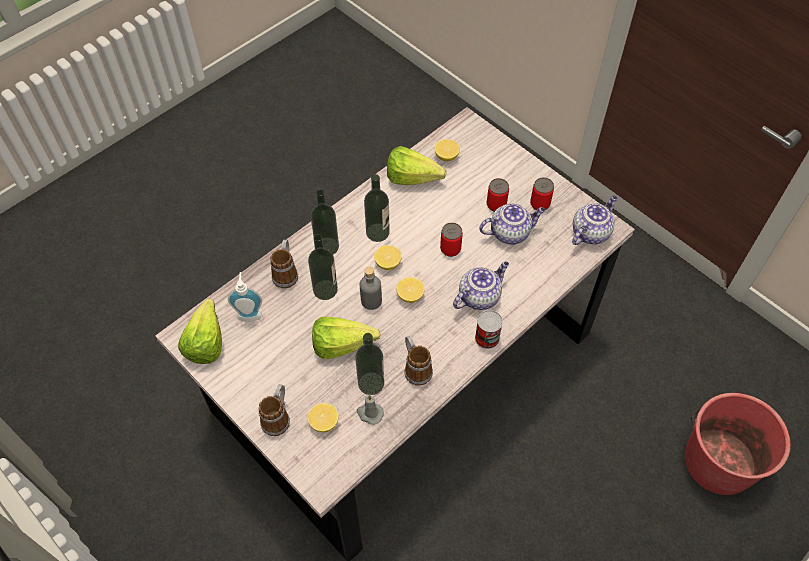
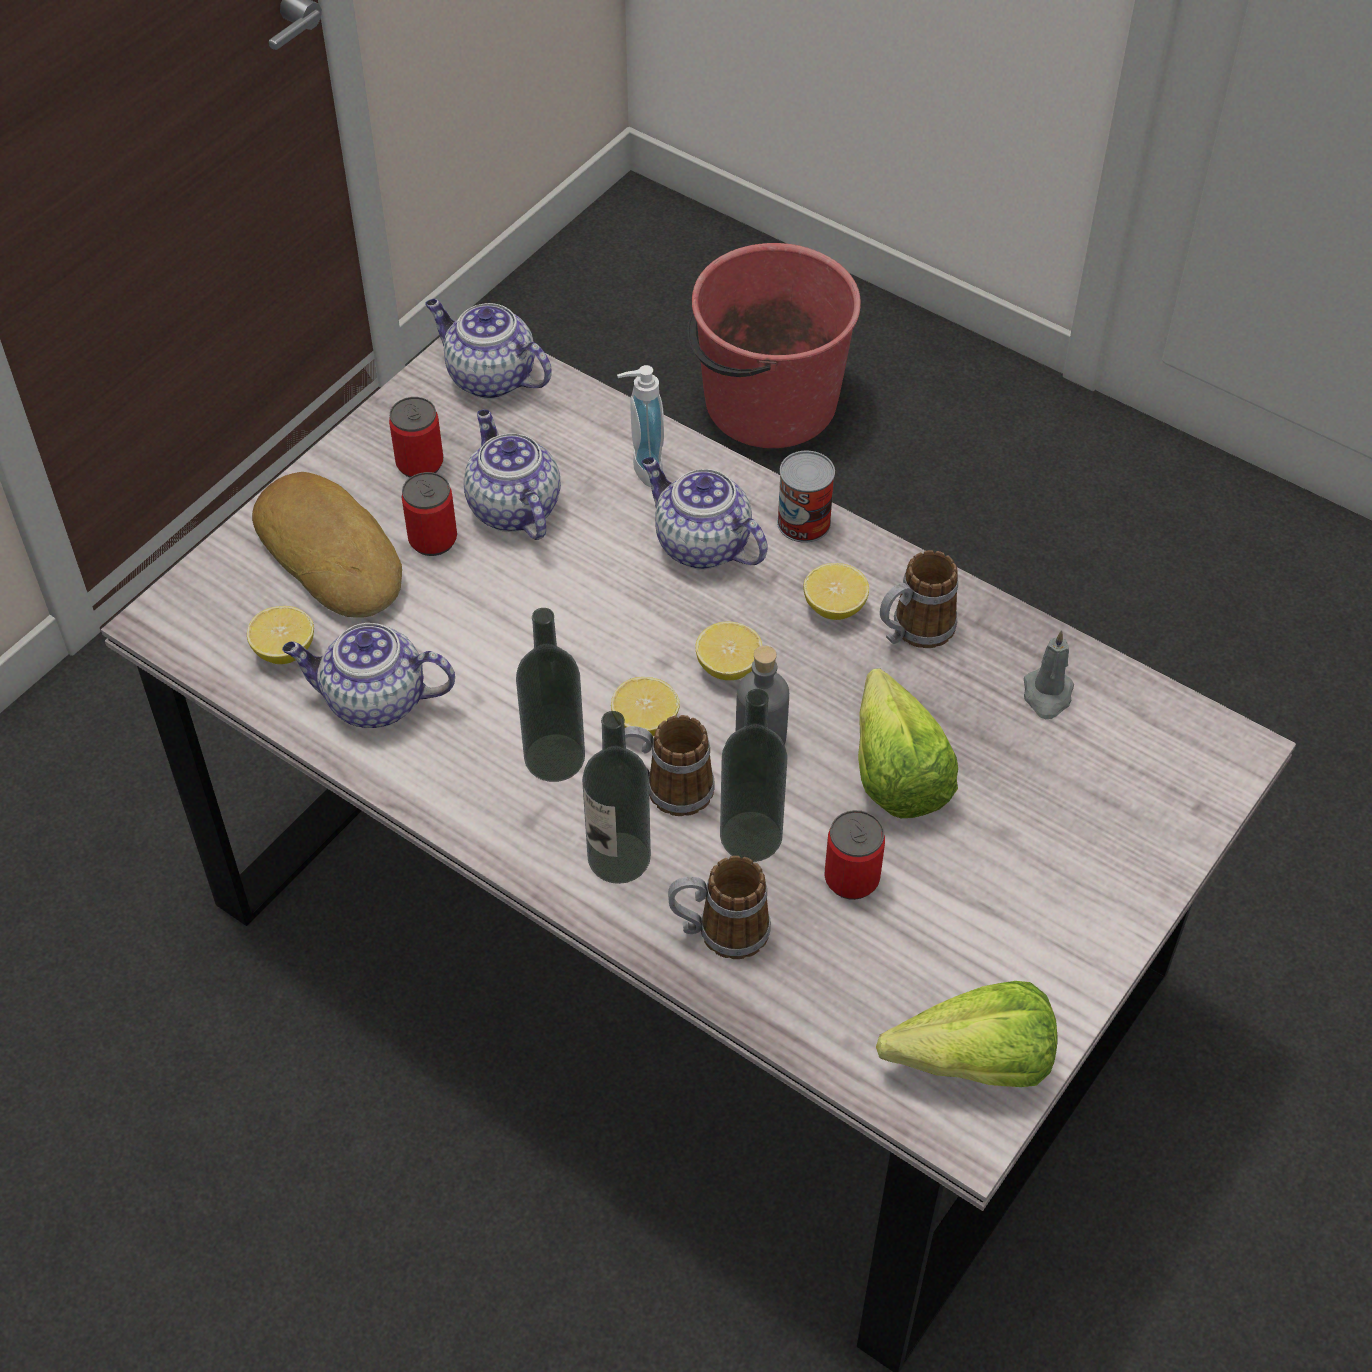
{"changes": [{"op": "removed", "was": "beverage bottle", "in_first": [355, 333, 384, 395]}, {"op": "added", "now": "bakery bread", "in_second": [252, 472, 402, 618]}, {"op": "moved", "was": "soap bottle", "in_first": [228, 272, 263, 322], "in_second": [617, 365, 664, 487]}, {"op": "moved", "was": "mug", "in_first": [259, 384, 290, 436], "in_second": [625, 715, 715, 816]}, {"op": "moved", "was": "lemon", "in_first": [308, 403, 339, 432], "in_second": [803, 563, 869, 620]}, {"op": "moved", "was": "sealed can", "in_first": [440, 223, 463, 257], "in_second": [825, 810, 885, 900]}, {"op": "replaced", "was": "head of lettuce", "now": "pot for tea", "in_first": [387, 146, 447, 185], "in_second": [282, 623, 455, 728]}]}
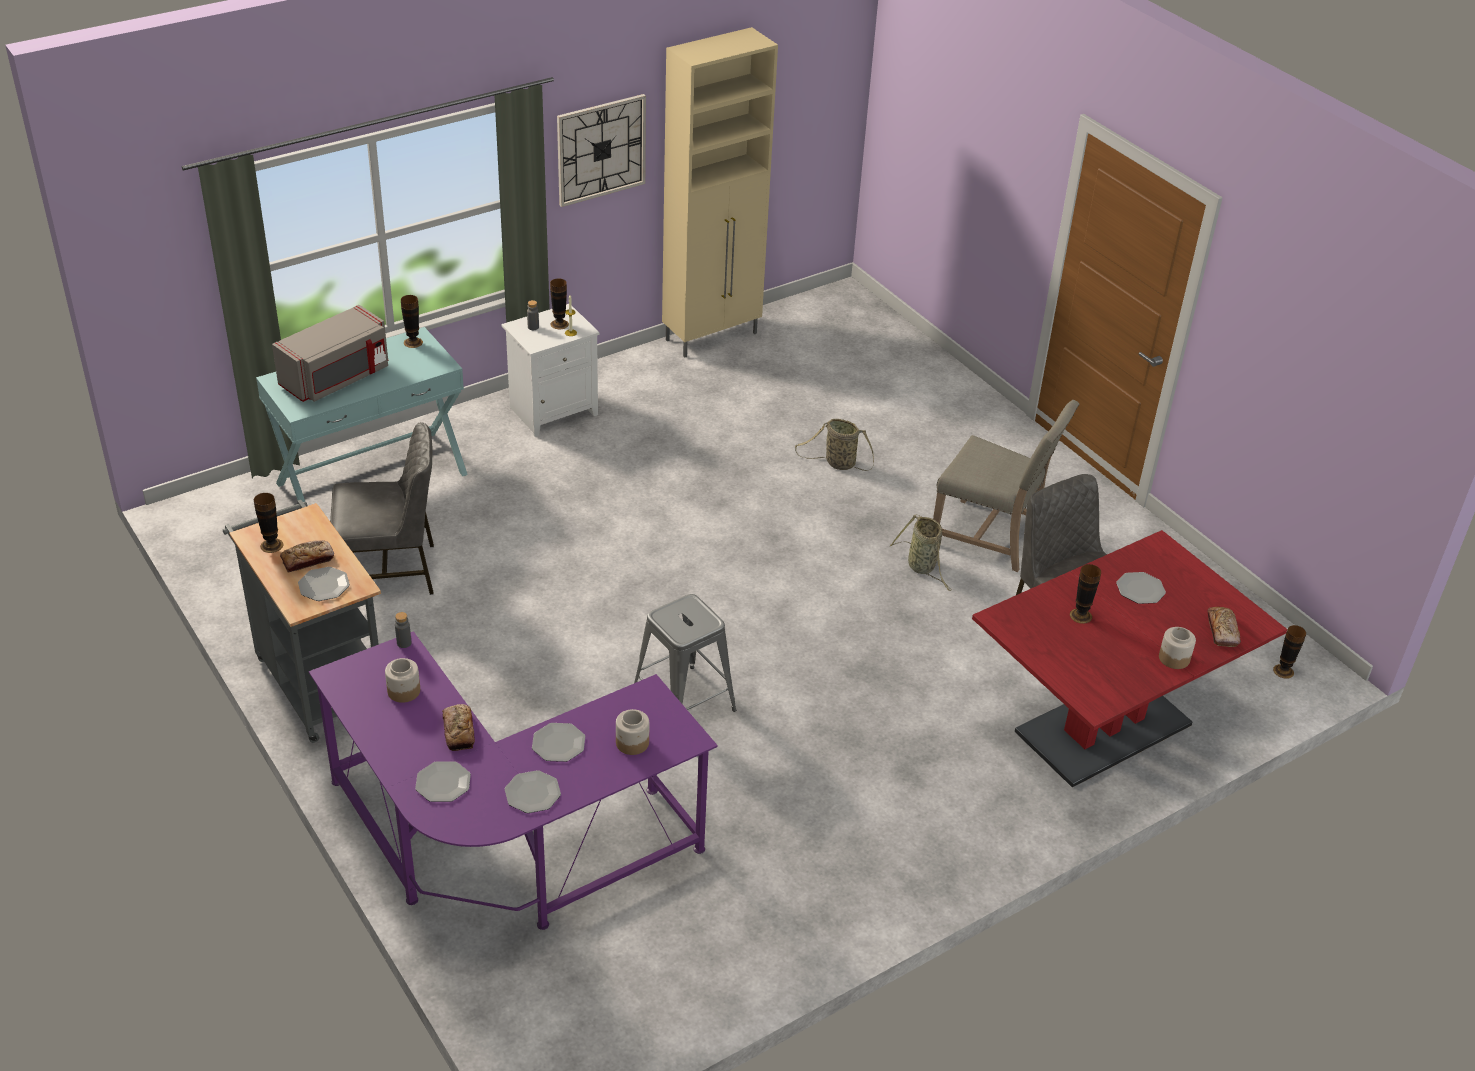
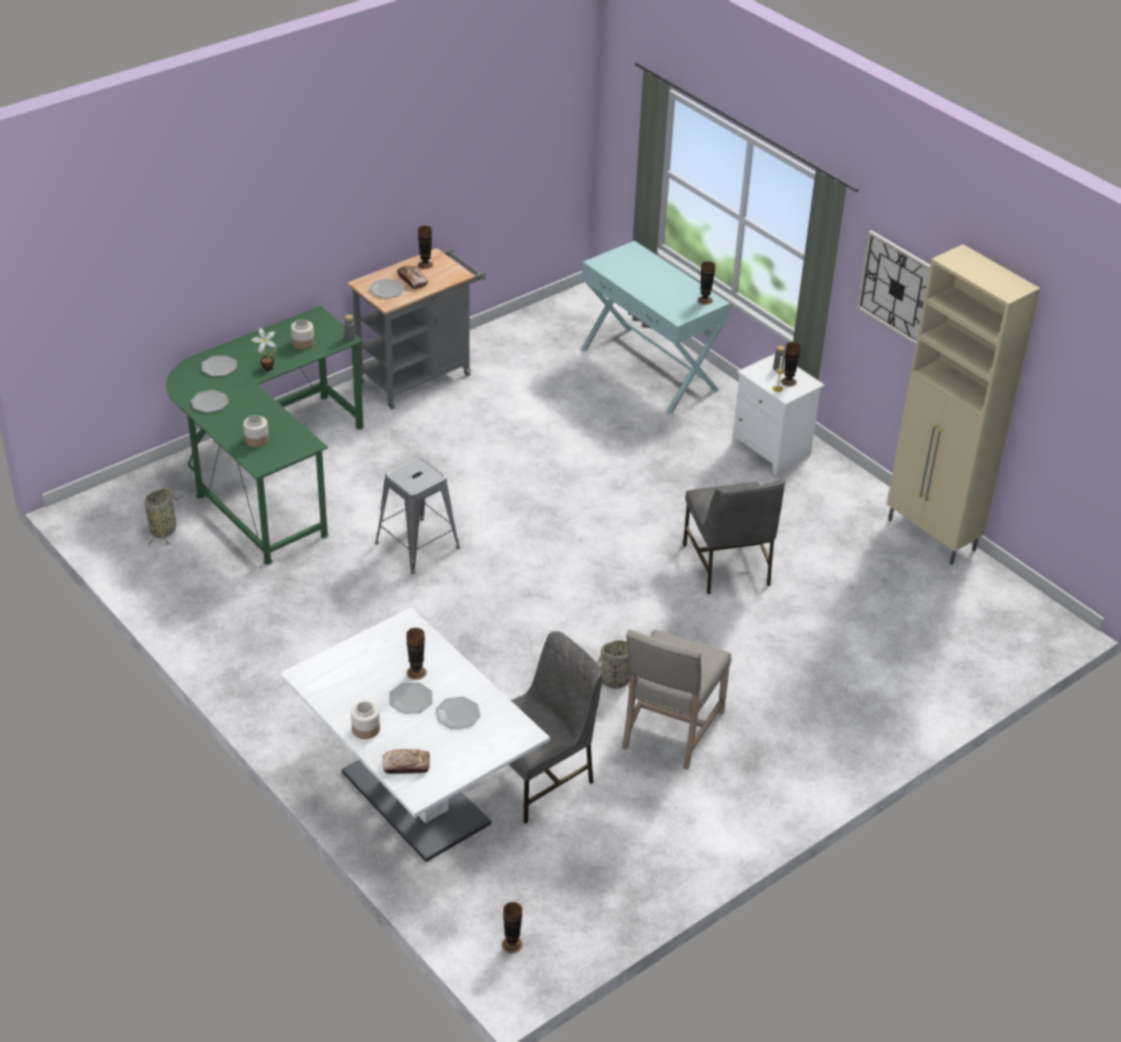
{"changes": [{"op": "removed", "was": "gray kitchen microwave", "in_first": [272, 305, 388, 402]}, {"op": "moved", "was": "gray chair", "in_first": [330, 422, 434, 595], "in_second": [683, 479, 785, 594]}, {"op": "moved", "was": "dinner plate", "in_first": [532, 723, 585, 762], "in_second": [389, 682, 433, 714]}, {"op": "moved", "was": "household basket", "in_first": [795, 419, 874, 471], "in_second": [145, 488, 180, 548]}, {"op": "replaced", "was": "bakery bread", "now": "plant in a pot", "in_first": [442, 704, 475, 751], "in_second": [251, 328, 276, 371]}, {"op": "recoloured", "was": "purplish desk", "now": "green desk", "in_first": [309, 631, 718, 930], "in_second": [166, 306, 364, 565]}, {"op": "recoloured", "was": "red-coloured kitchen table", "now": "white-coloured kitchen table", "in_first": [972, 530, 1287, 787], "in_second": [280, 607, 550, 862]}]}
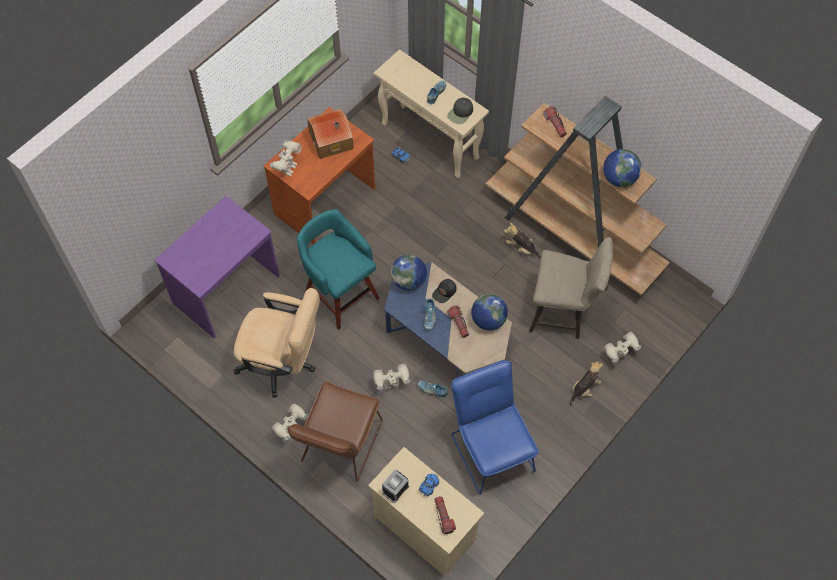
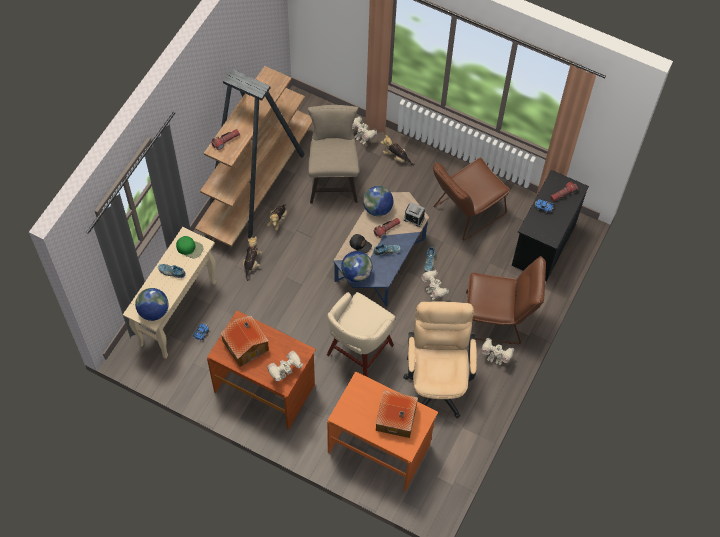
{"changes": [{"op": "added", "now": "soft toy", "in_second": [243, 236, 262, 281]}, {"op": "added", "now": "miniature house", "in_second": [376, 390, 418, 438]}, {"op": "moved", "was": "table clock", "in_first": [382, 470, 409, 503], "in_second": [403, 202, 425, 227]}, {"op": "moved", "was": "globe", "in_first": [603, 149, 642, 187], "in_second": [135, 288, 168, 321]}, {"op": "recoloured", "was": "purplish desk", "now": "orange-coloured desk", "in_first": [154, 196, 280, 339], "in_second": [327, 371, 438, 492]}, {"op": "recoloured", "was": "blue-green stool seat", "now": "sand-coloured stool seat", "in_first": [297, 209, 380, 330], "in_second": [327, 292, 395, 377]}, {"op": "recoloured", "was": "sand-coloured dresser", "now": "black-coloured dresser", "in_first": [368, 447, 484, 576], "in_second": [512, 170, 589, 281]}, {"op": "recoloured", "was": "black-coloured peaked cap", "now": "green peaked cap", "in_first": [447, 98, 473, 124], "in_second": [176, 236, 203, 258]}, {"op": "recoloured", "was": "bluish chair", "now": "brownish chair", "in_first": [451, 360, 539, 495], "in_second": [433, 158, 510, 241]}, {"op": "turned", "was": "robot figure", "in_first": [270, 141, 302, 176], "in_second": [267, 351, 303, 381], "clockwise": -45}]}
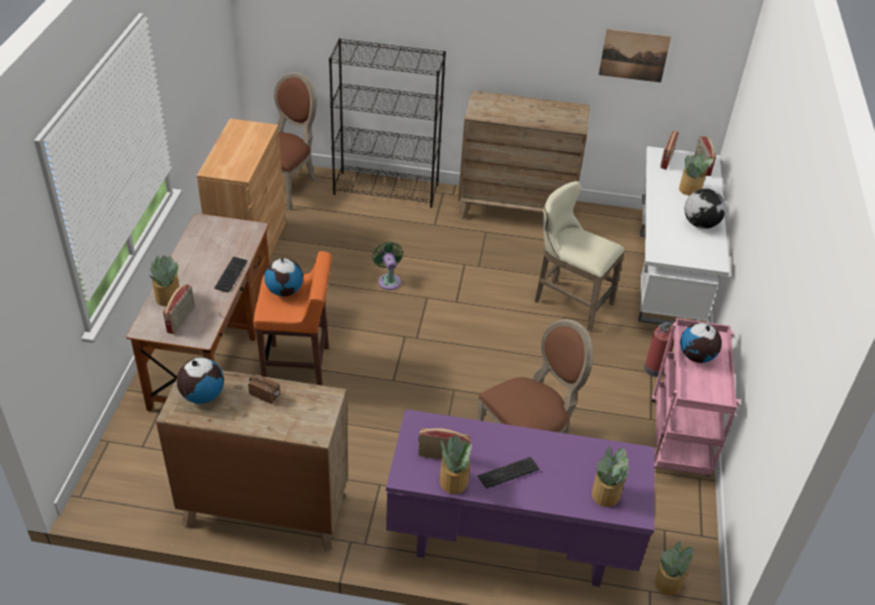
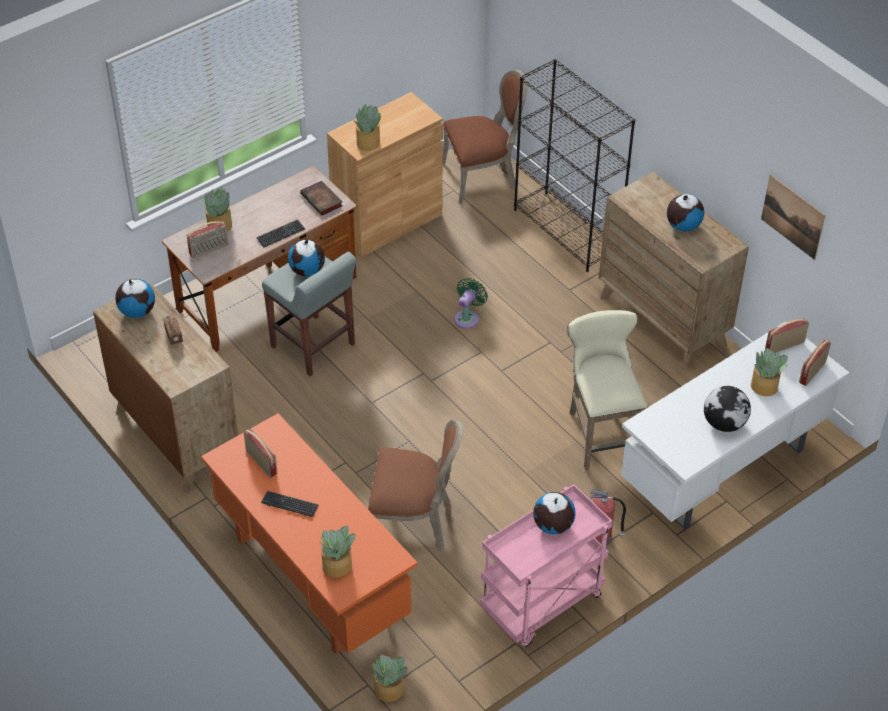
{"changes": [{"op": "added", "now": "bound book", "in_second": [300, 181, 343, 216]}, {"op": "added", "now": "globe", "in_second": [667, 194, 704, 231]}, {"op": "moved", "was": "plant in a pot", "in_first": [440, 435, 472, 494], "in_second": [354, 104, 381, 151]}, {"op": "recoloured", "was": "orange-coloured stool seat", "now": "gray stool seat", "in_first": [253, 251, 332, 386], "in_second": [262, 252, 356, 376]}, {"op": "recoloured", "was": "purplish desk", "now": "orange-coloured desk", "in_first": [386, 409, 654, 587], "in_second": [201, 413, 418, 654]}]}
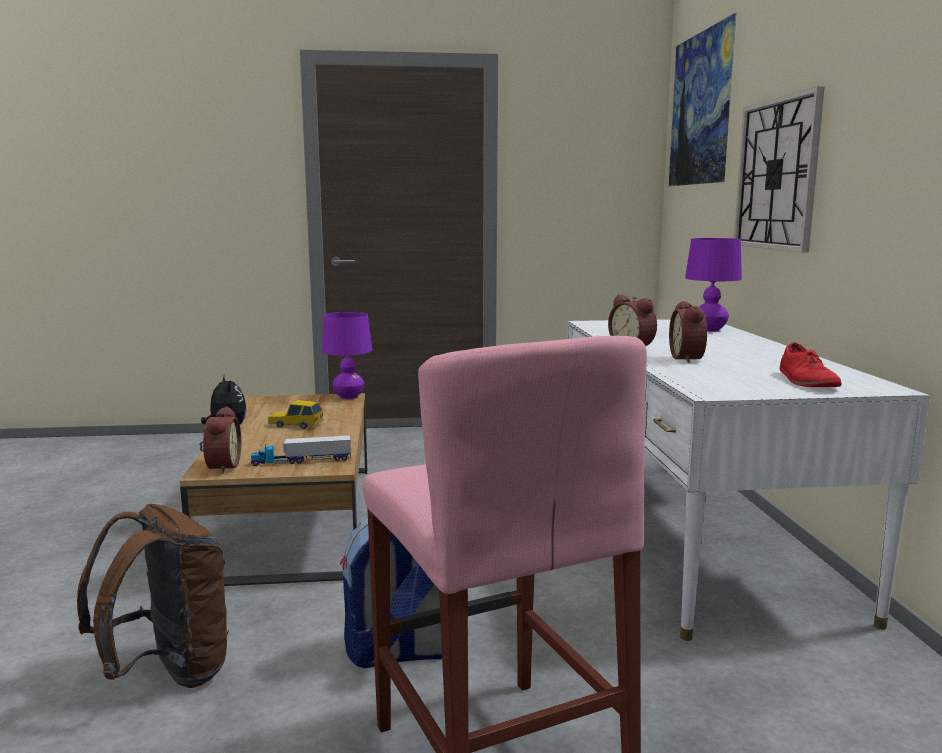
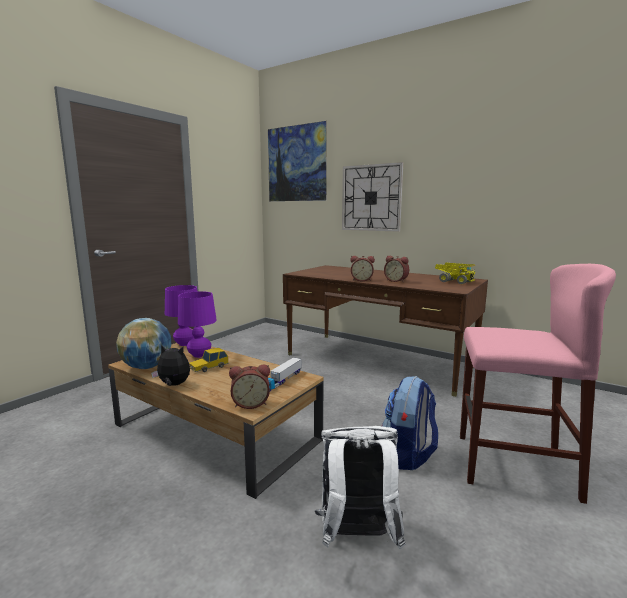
{"changes": [{"op": "added", "now": "globe", "in_second": [116, 318, 171, 369]}, {"op": "moved", "was": "purplish table lamp", "in_first": [685, 238, 742, 332], "in_second": [178, 291, 217, 358]}, {"op": "replaced", "was": "red-coloured low shoe", "now": "toy lorry", "in_first": [779, 343, 842, 387], "in_second": [435, 262, 476, 284]}, {"op": "recoloured", "was": "brownish knapsack", "now": "white-coloured knapsack", "in_first": [77, 504, 230, 688], "in_second": [315, 426, 406, 549]}, {"op": "recoloured", "was": "white-coloured desk", "now": "brownish desk", "in_first": [567, 319, 930, 641], "in_second": [283, 265, 488, 397]}, {"op": "turned", "was": "table clock", "in_first": [199, 406, 241, 474], "in_second": [229, 365, 270, 409], "clockwise": 135}]}
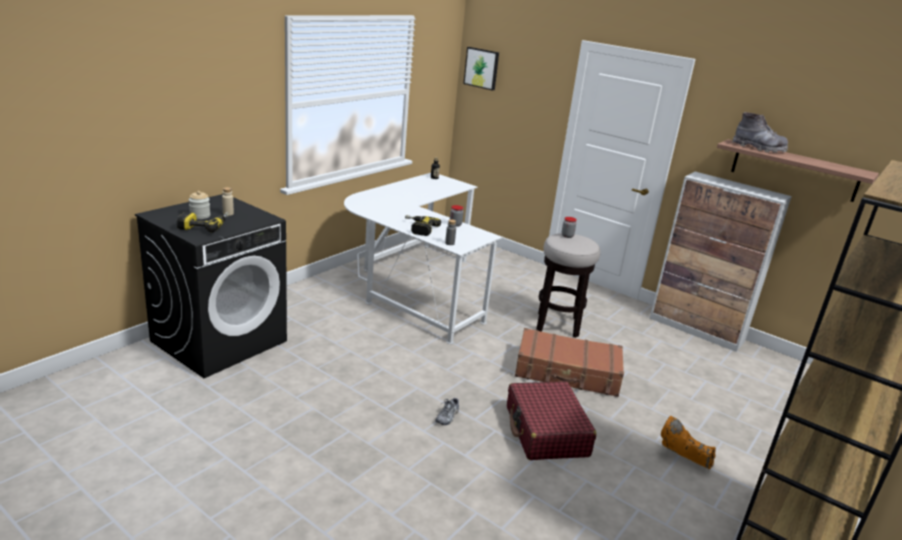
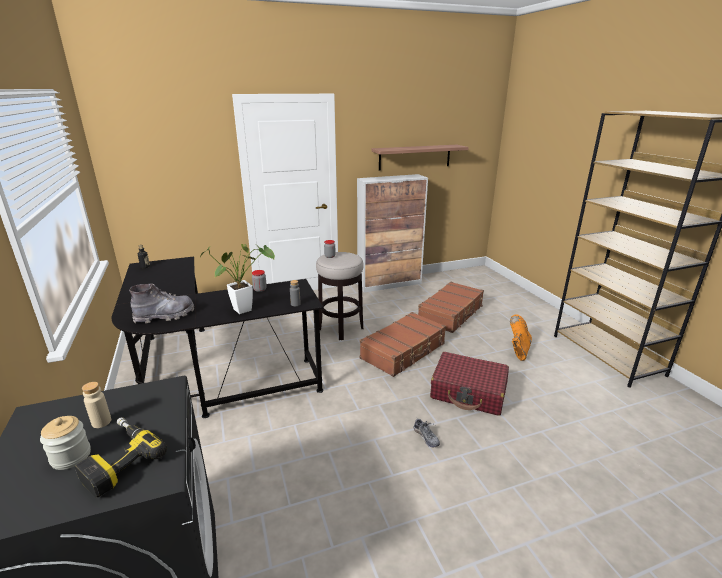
{"changes": [{"op": "removed", "was": "wall art", "in_first": [463, 47, 499, 91]}, {"op": "added", "now": "brownish travel case", "in_second": [418, 281, 484, 333]}, {"op": "moved", "was": "gray high-top boot", "in_first": [732, 112, 788, 153], "in_second": [129, 284, 194, 323]}, {"op": "replaced", "was": "power drill", "now": "plant in a pot", "in_first": [405, 215, 441, 236], "in_second": [200, 244, 275, 314]}, {"op": "recoloured", "was": "white-coloured desk", "now": "black-coloured desk", "in_first": [344, 173, 502, 344], "in_second": [112, 257, 324, 418]}, {"op": "turned", "was": "orange-coloured high-top boot", "in_first": [661, 416, 716, 469], "in_second": [510, 314, 532, 361], "clockwise": 135}]}
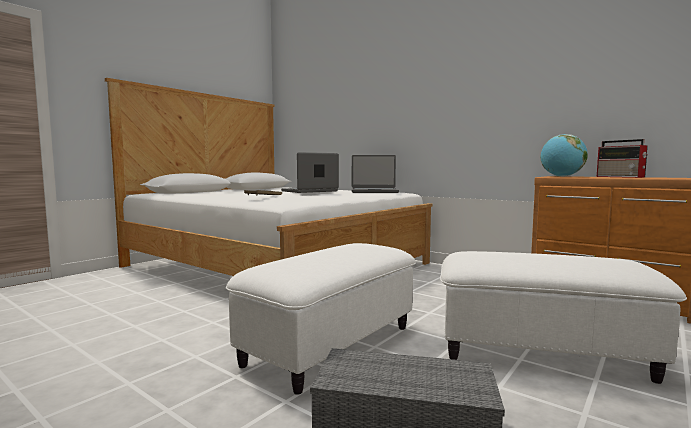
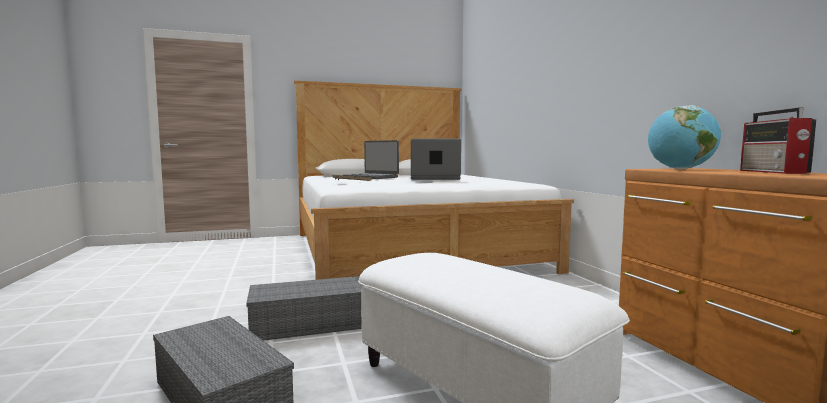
{"changes": [{"op": "moved", "was": "laptop", "in_first": [352, 155, 399, 193], "in_second": [342, 140, 399, 179]}, {"op": "replaced", "was": "white-coloured footrest", "now": "gray storage box", "in_first": [226, 243, 416, 395], "in_second": [246, 276, 363, 341]}]}
